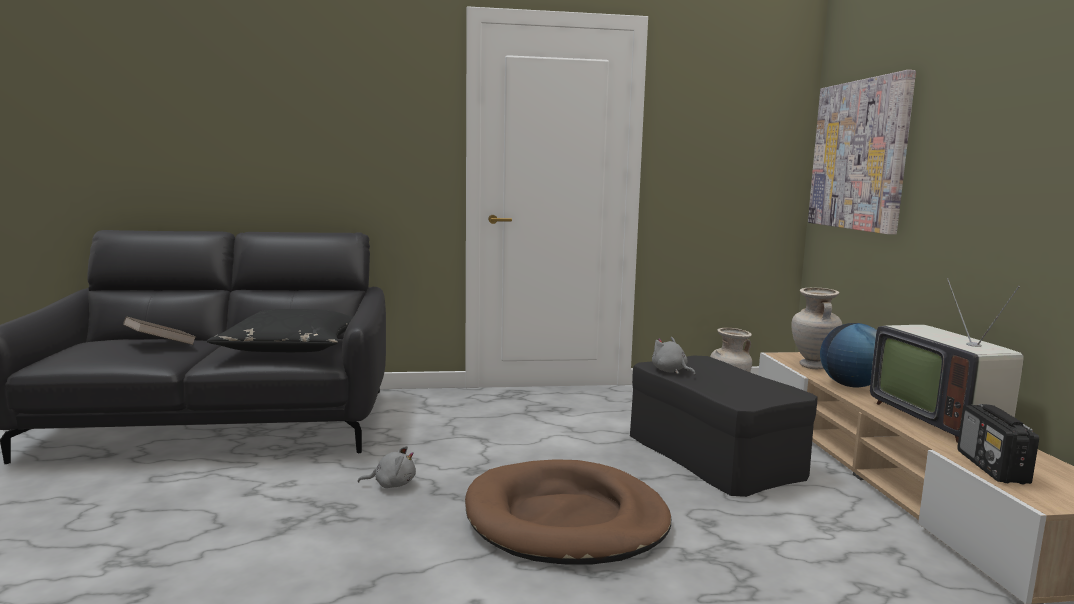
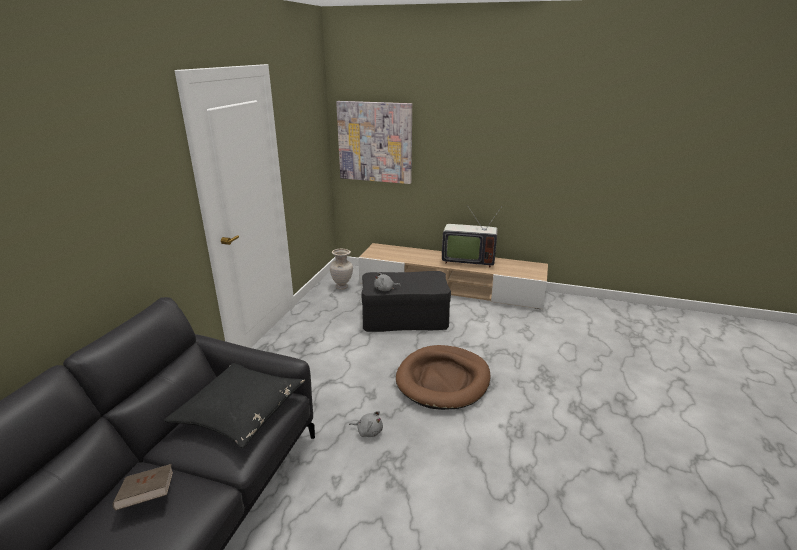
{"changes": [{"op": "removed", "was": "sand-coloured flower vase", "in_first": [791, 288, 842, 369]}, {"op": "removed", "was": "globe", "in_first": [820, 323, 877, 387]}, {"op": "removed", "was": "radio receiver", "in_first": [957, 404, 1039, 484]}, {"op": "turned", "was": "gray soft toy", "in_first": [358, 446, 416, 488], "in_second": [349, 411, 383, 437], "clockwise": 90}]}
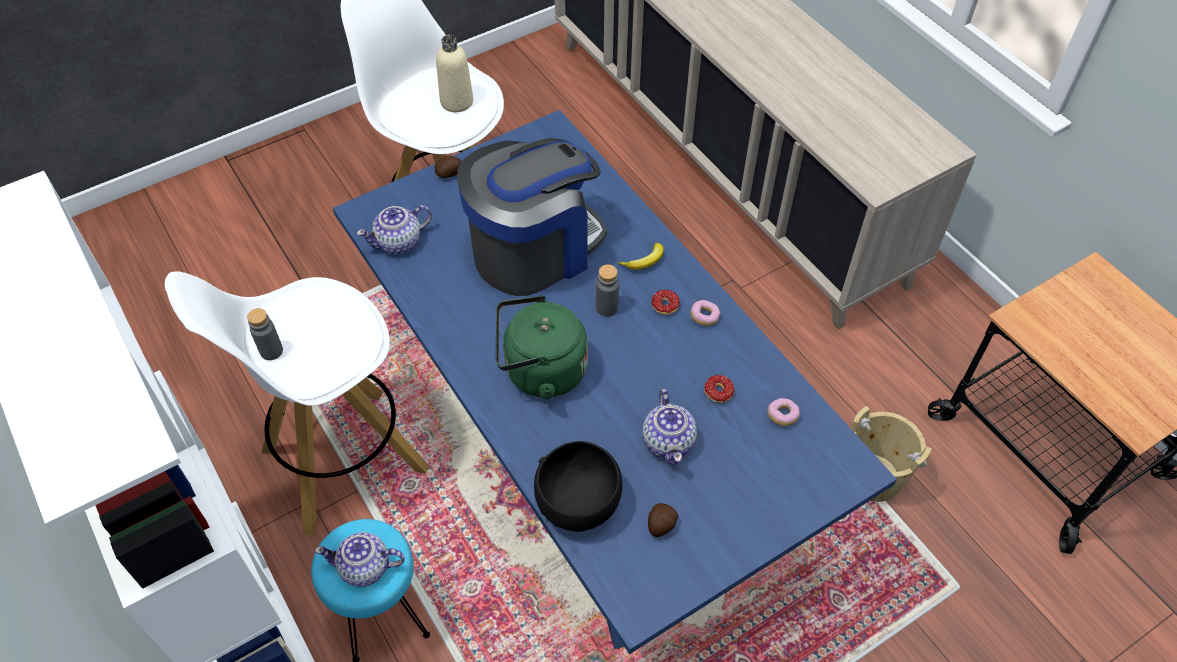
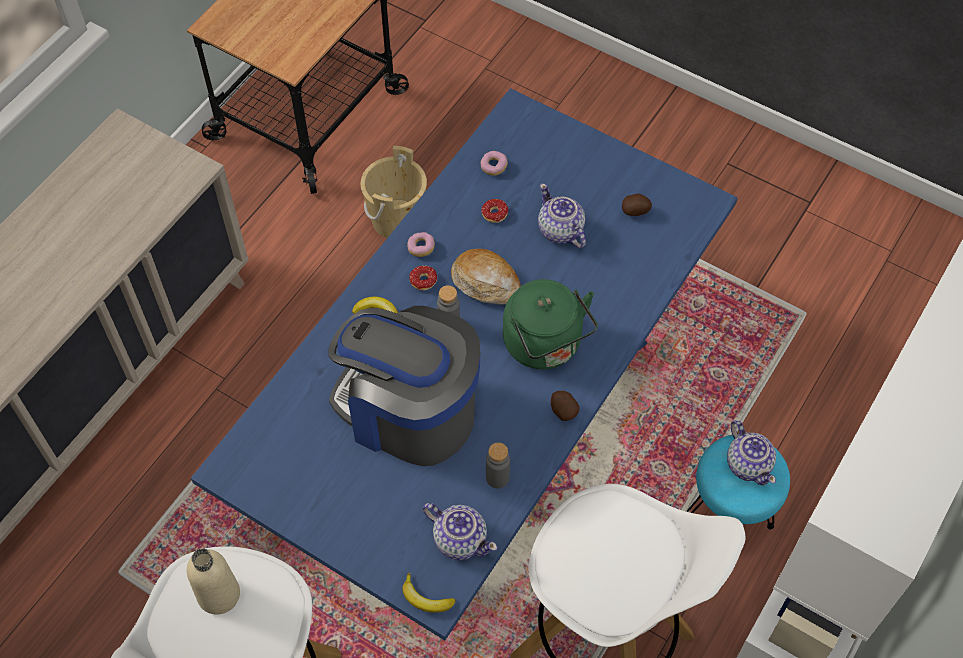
{"changes": [{"op": "removed", "was": "black-coloured deep dish", "in_first": [534, 441, 622, 532]}, {"op": "added", "now": "banana", "in_second": [402, 573, 456, 613]}, {"op": "added", "now": "bakery bread", "in_second": [451, 249, 521, 304]}, {"op": "moved", "was": "gray beverage bottle", "in_first": [247, 308, 283, 360], "in_second": [486, 442, 510, 488]}, {"op": "moved", "was": "spud", "in_first": [435, 156, 462, 178], "in_second": [551, 391, 579, 421]}, {"op": "turned", "was": "pot for tea", "in_first": [642, 388, 697, 465], "in_second": [538, 183, 586, 248], "clockwise": -90}]}
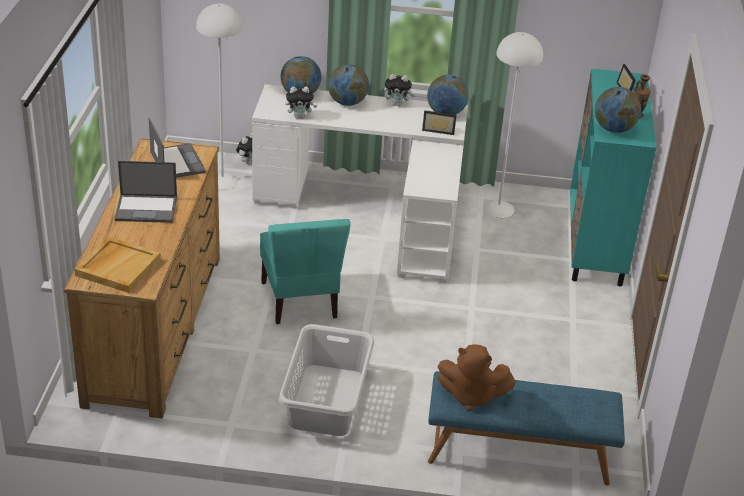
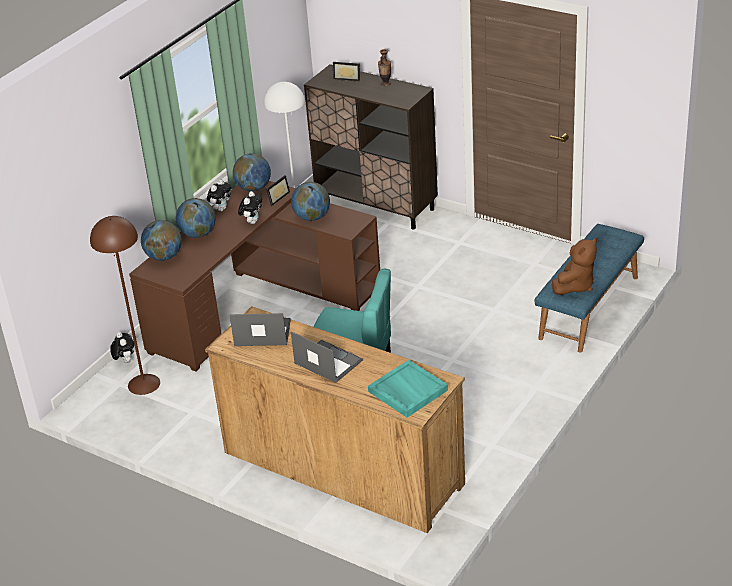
{"changes": [{"op": "removed", "was": "gray washing basket", "in_first": [279, 324, 374, 436]}, {"op": "moved", "was": "soft toy", "in_first": [285, 86, 317, 119], "in_second": [238, 191, 262, 224]}, {"op": "moved", "was": "globe", "in_first": [595, 87, 641, 133], "in_second": [291, 182, 330, 221]}, {"op": "recoloured", "was": "sand-coloured serving tray", "now": "blue-green serving tray", "in_first": [75, 237, 161, 293], "in_second": [368, 360, 448, 418]}, {"op": "recoloured", "was": "white-coloured standard lamp", "now": "brownish standard lamp", "in_first": [196, 4, 243, 190], "in_second": [90, 216, 160, 395]}, {"op": "recoloured", "was": "white-coloured desk", "now": "brownish desk", "in_first": [252, 84, 468, 283], "in_second": [129, 181, 380, 372]}, {"op": "recoloured", "was": "blue-green cupboard", "now": "brownish cupboard", "in_first": [570, 69, 656, 287], "in_second": [304, 64, 438, 229]}, {"op": "turned", "was": "laptop", "in_first": [115, 161, 177, 223], "in_second": [291, 331, 363, 383], "clockwise": -75}]}
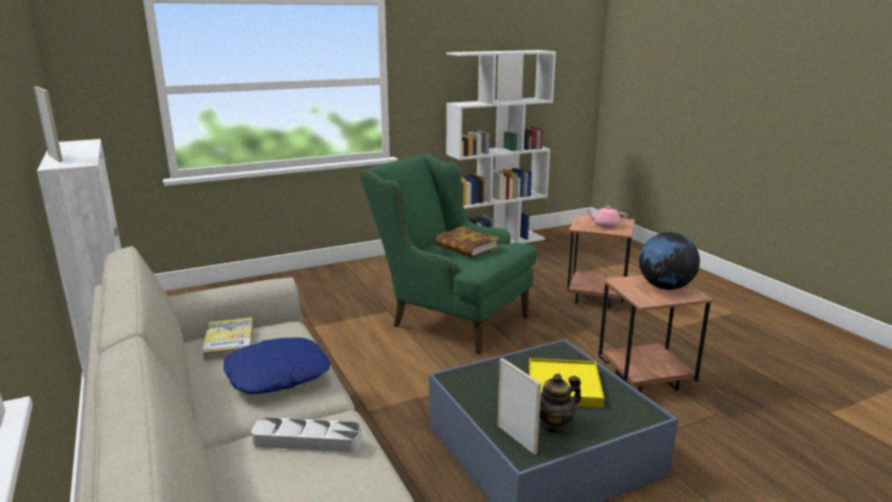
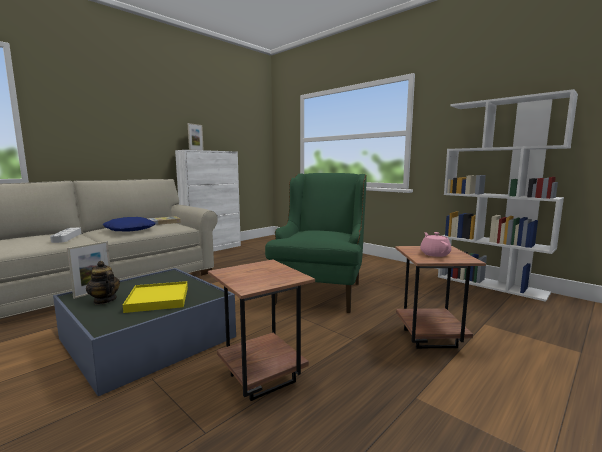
{"changes": [{"op": "removed", "was": "bound book", "in_first": [435, 227, 500, 257]}, {"op": "removed", "was": "globe", "in_first": [639, 232, 700, 290]}]}
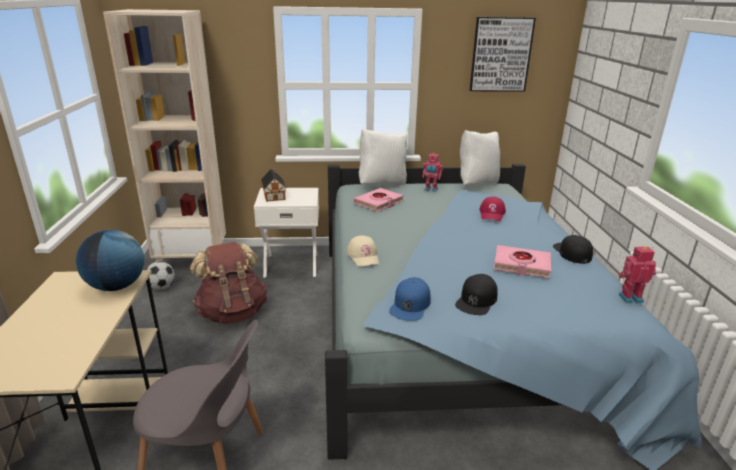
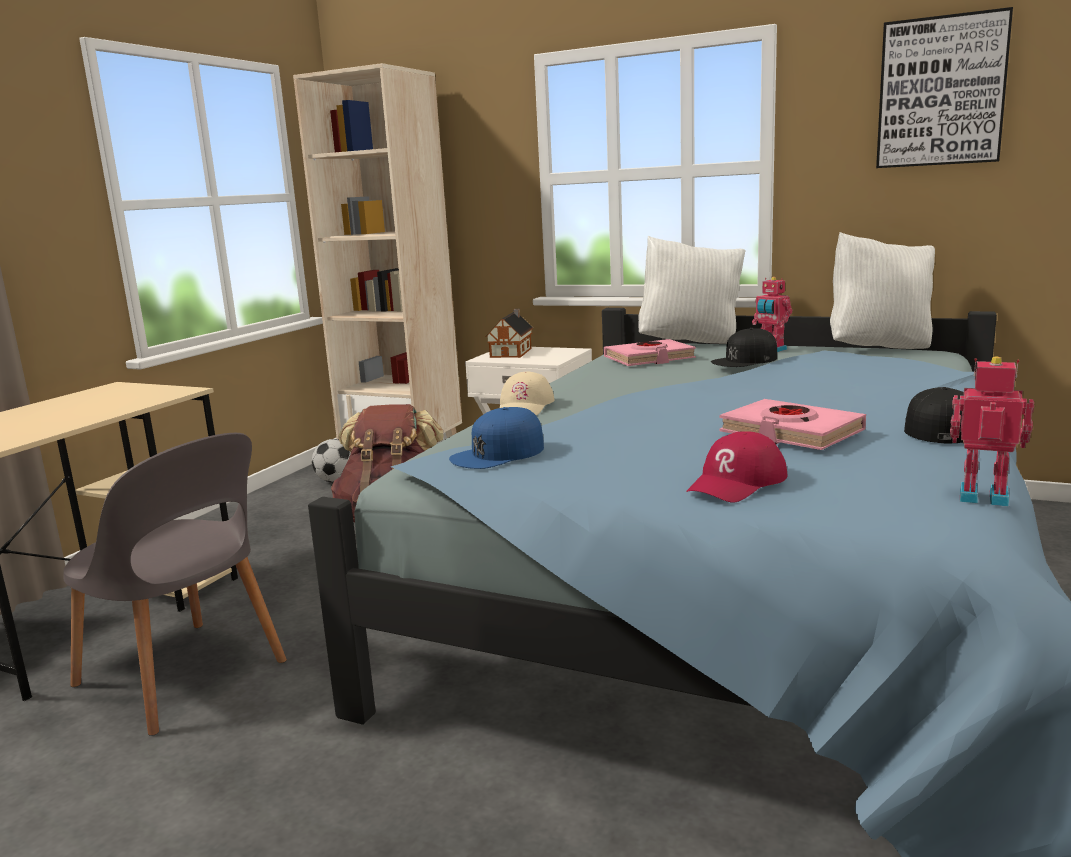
{"changes": [{"op": "removed", "was": "globe", "in_first": [76, 230, 145, 291]}, {"op": "moved", "was": "black-coloured peaked cap", "in_first": [455, 274, 498, 315], "in_second": [711, 328, 777, 367]}, {"op": "moved", "was": "red-coloured peaked cap", "in_first": [479, 197, 506, 221], "in_second": [686, 431, 787, 502]}]}
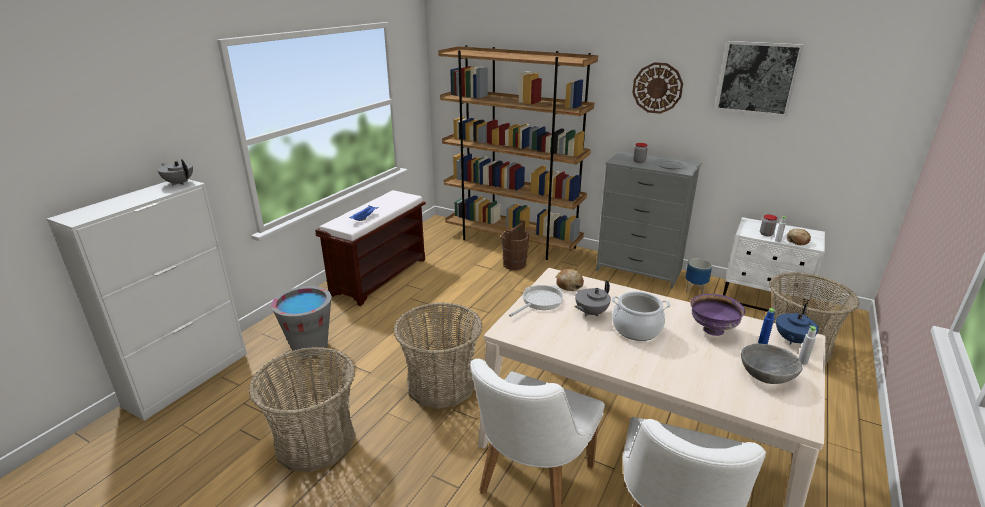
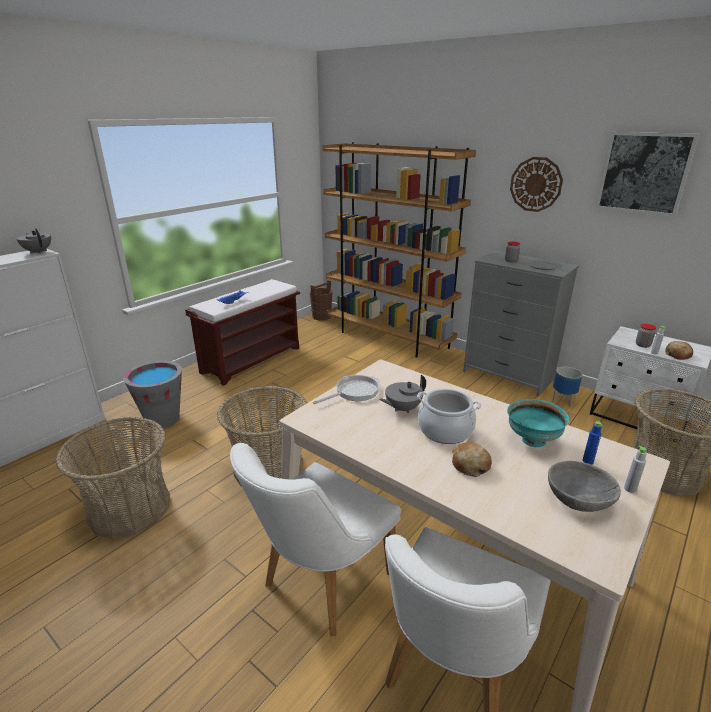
{"changes": [{"op": "removed", "was": "bluish pot for tea", "in_first": [776, 304, 819, 345]}, {"op": "moved", "was": "brownish pail", "in_first": [501, 220, 529, 270], "in_second": [310, 280, 332, 321]}, {"op": "moved", "was": "bakery bread", "in_first": [556, 269, 584, 291], "in_second": [452, 442, 492, 477]}, {"op": "recoloured", "was": "purplish deep dish", "now": "blue-green deep dish", "in_first": [691, 294, 745, 336], "in_second": [507, 399, 569, 447]}]}
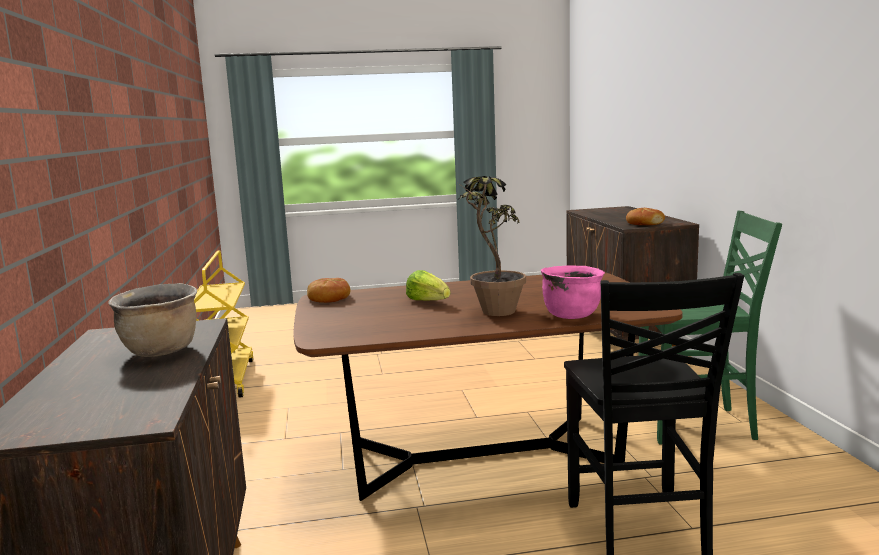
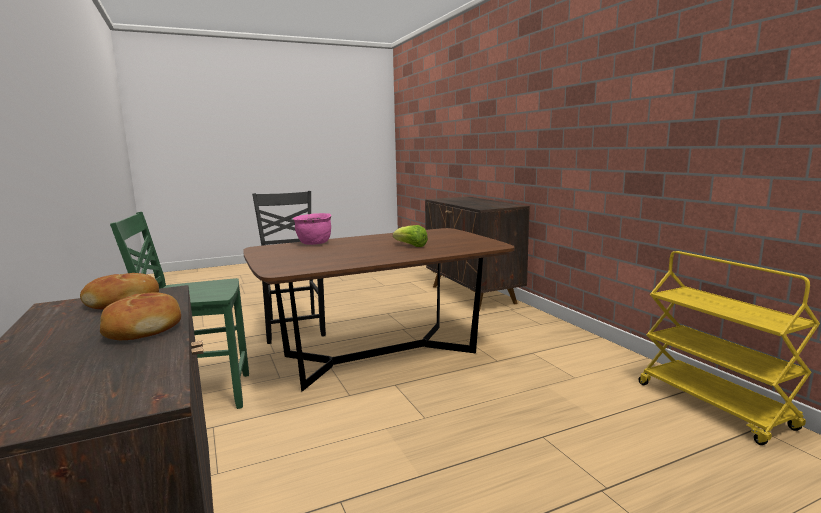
{"changes": [{"op": "removed", "was": "brownish cooking pot", "in_first": [108, 283, 197, 357]}, {"op": "removed", "was": "plant in a pot", "in_first": [458, 176, 526, 316]}, {"op": "moved", "was": "bakery bread", "in_first": [307, 278, 351, 303], "in_second": [100, 292, 181, 340]}]}
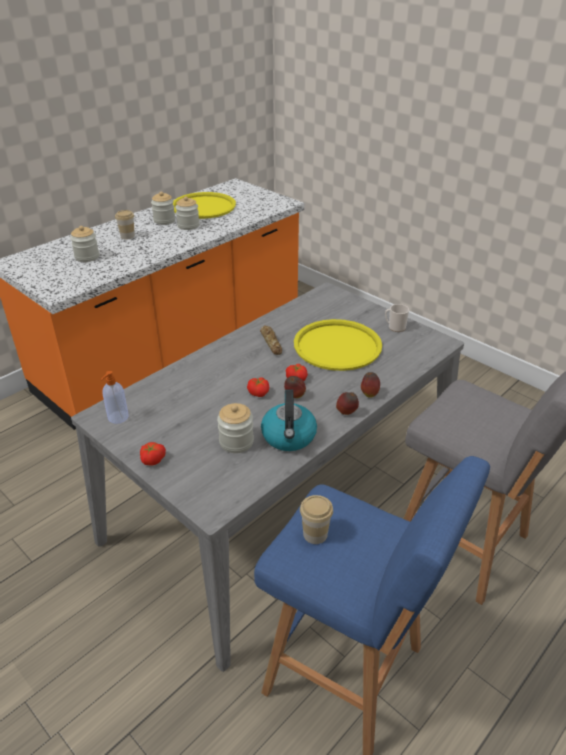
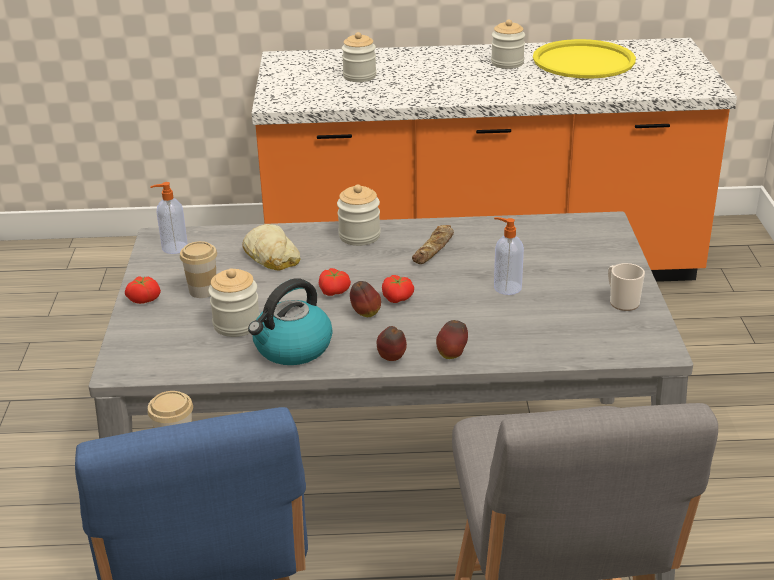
{"changes": [{"op": "added", "now": "bakery bread", "in_second": [242, 224, 301, 271]}, {"op": "moved", "was": "drinking cup", "in_first": [115, 210, 135, 239], "in_second": [180, 241, 217, 298]}, {"op": "moved", "was": "preserve jar", "in_first": [175, 196, 200, 230], "in_second": [337, 185, 381, 246]}, {"op": "replaced", "was": "yellowish serving tray", "now": "soap bottle", "in_first": [294, 319, 382, 371], "in_second": [494, 217, 524, 295]}]}
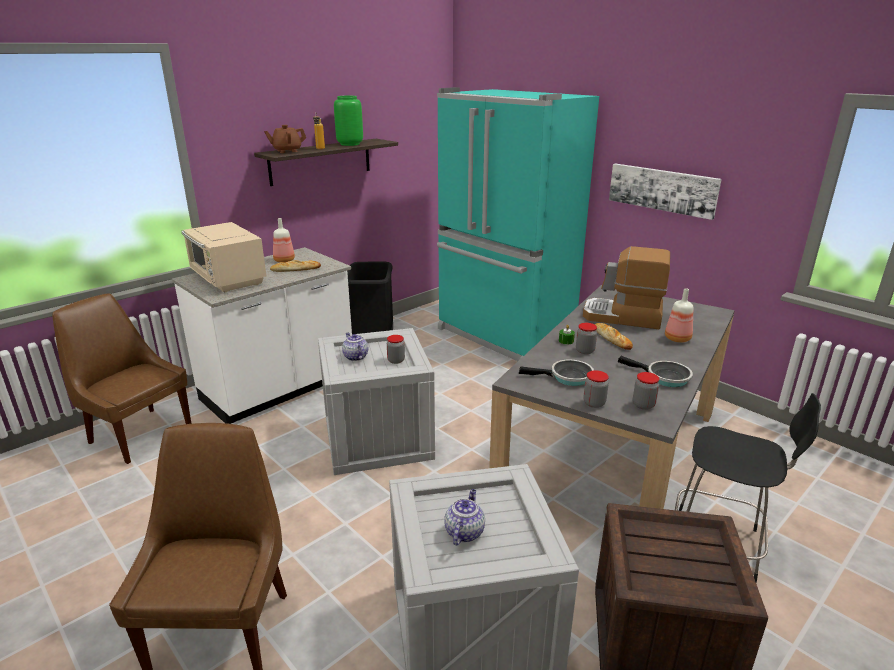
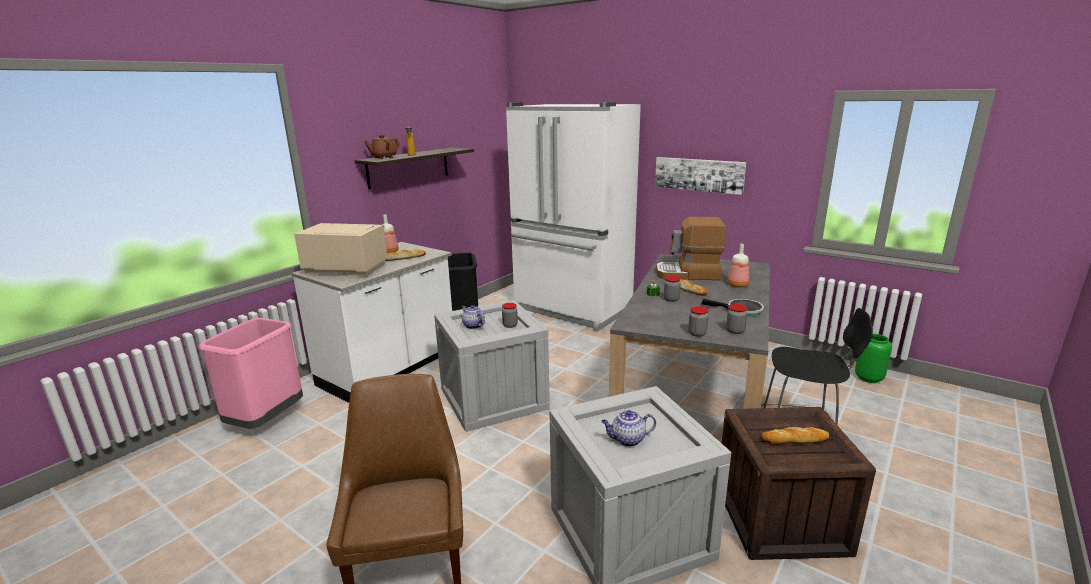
{"changes": [{"op": "removed", "was": "pan", "in_first": [519, 360, 594, 386]}, {"op": "added", "now": "bakery bread", "in_second": [761, 427, 829, 444]}, {"op": "moved", "was": "green flower vase", "in_first": [334, 96, 363, 146], "in_second": [855, 334, 892, 383]}, {"op": "replaced", "was": "brownish chair", "now": "pinkish trash can", "in_first": [52, 294, 191, 464], "in_second": [199, 318, 303, 429]}, {"op": "recoloured", "was": "blue-green fridge", "now": "white-coloured fridge", "in_first": [437, 87, 599, 361], "in_second": [506, 102, 641, 332]}, {"op": "turned", "was": "sand-coloured kitchen microwave", "in_first": [181, 222, 266, 293], "in_second": [294, 223, 387, 277], "clockwise": 150}, {"op": "turned", "was": "pot for tea", "in_first": [444, 489, 485, 545], "in_second": [601, 410, 656, 447], "clockwise": -105}]}
